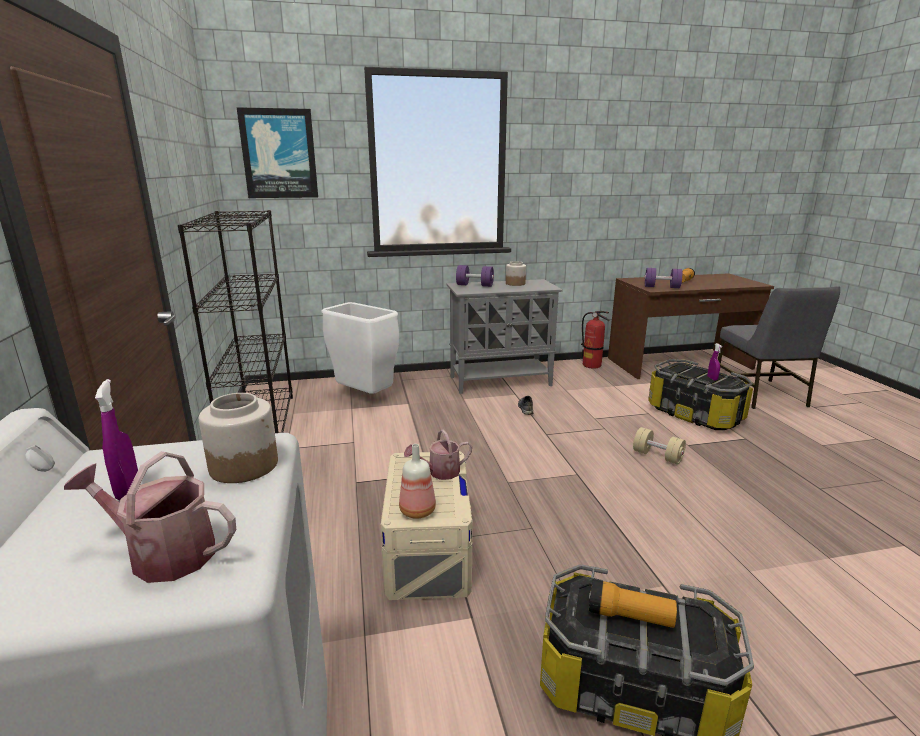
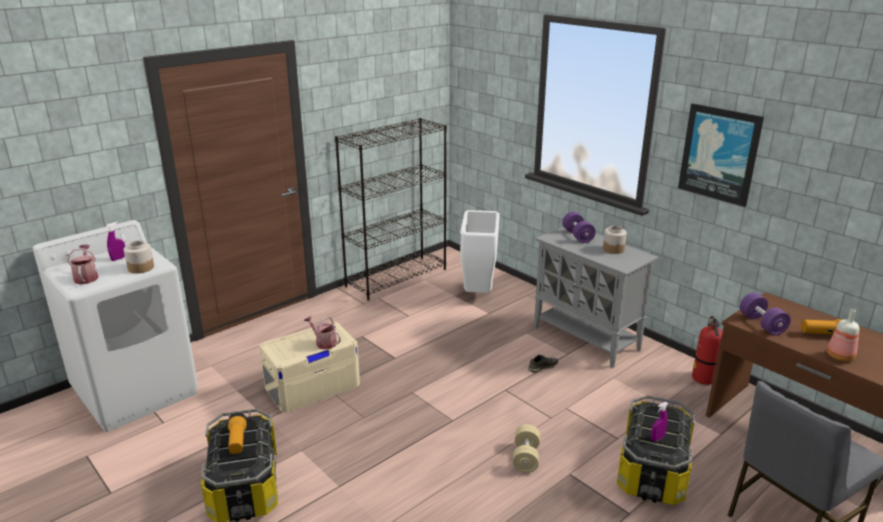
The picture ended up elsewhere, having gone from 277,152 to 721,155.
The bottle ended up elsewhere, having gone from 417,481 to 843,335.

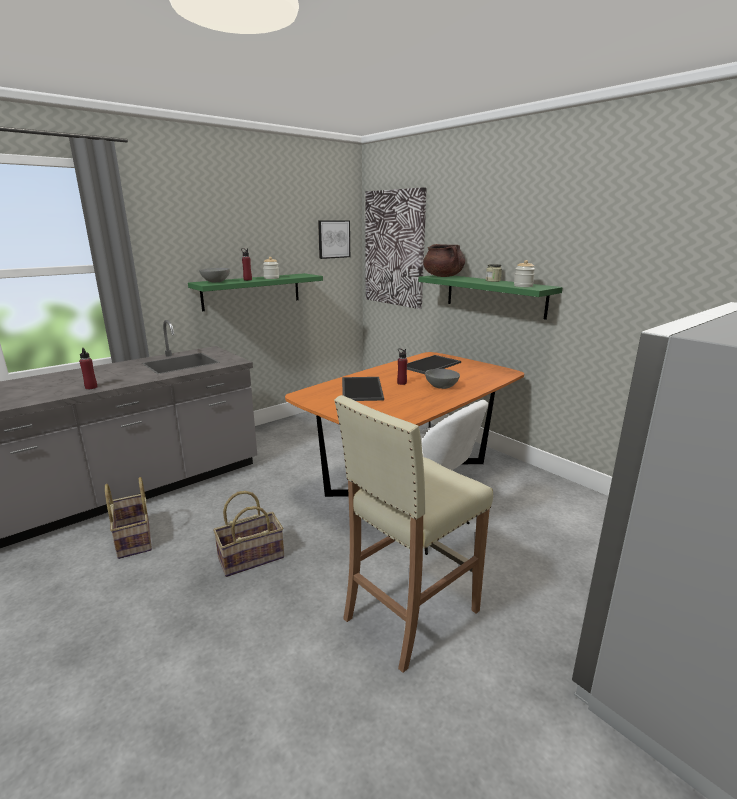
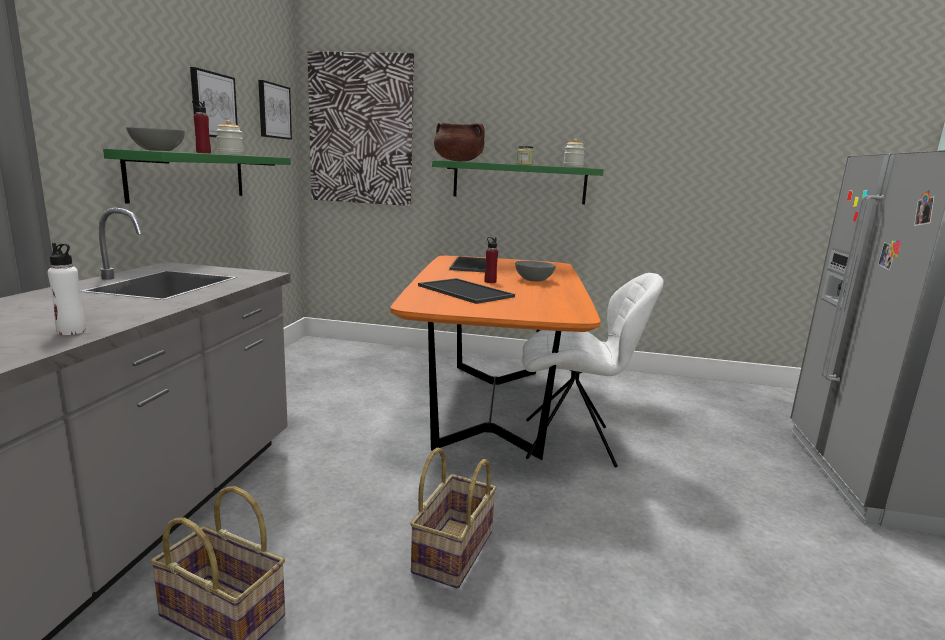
What was the red bottle at 88,368 turned into the white bottle at 67,289.
The second view lost the beige stool at 413,534.
The second view gained the picture at 214,102.

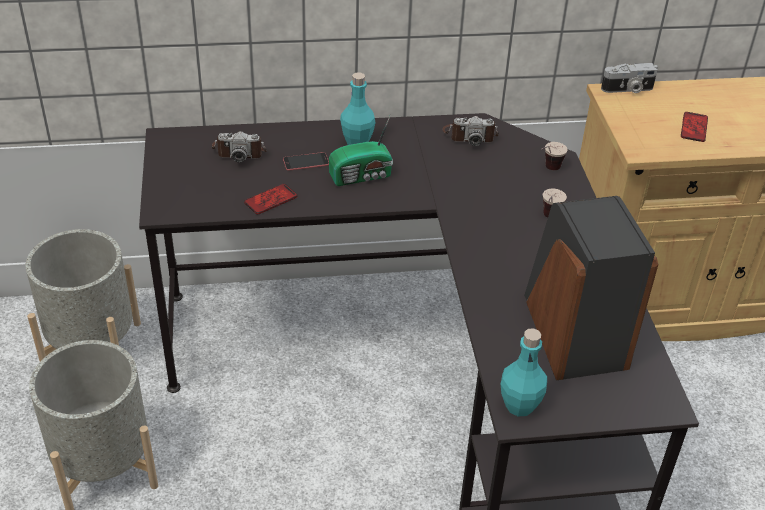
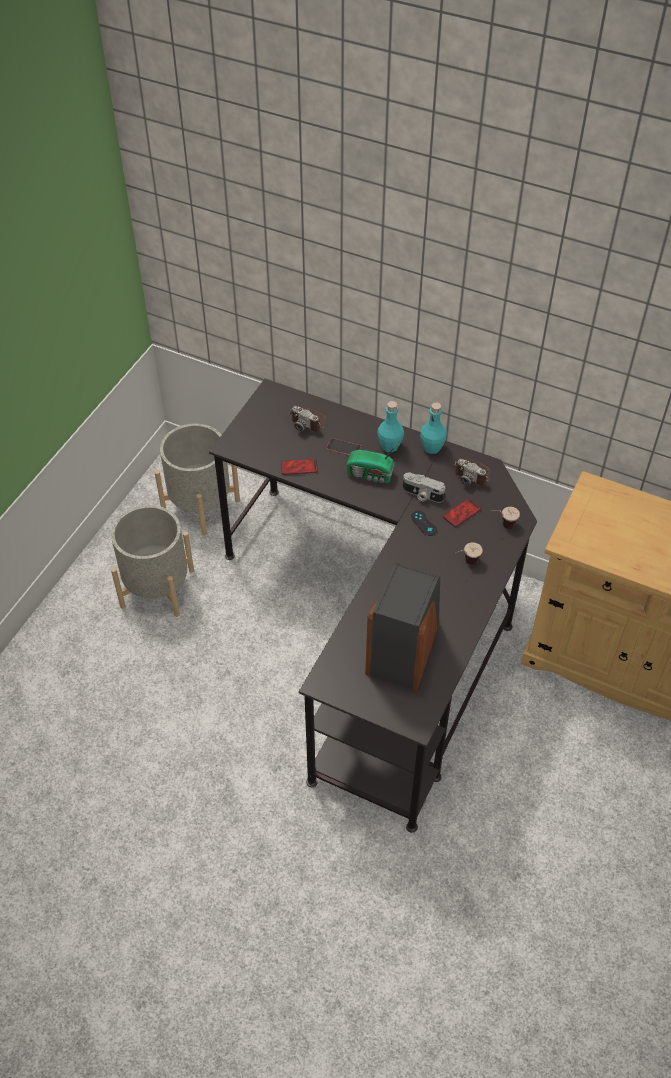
The turquoise bottle ended up elsewhere, having gone from 524,372 to 433,428.
The photo camera ended up elsewhere, having gone from 629,78 to 424,488.
The phone ended up elsewhere, having gone from 694,127 to 462,513.
The second view gained the black game controller at 424,523.

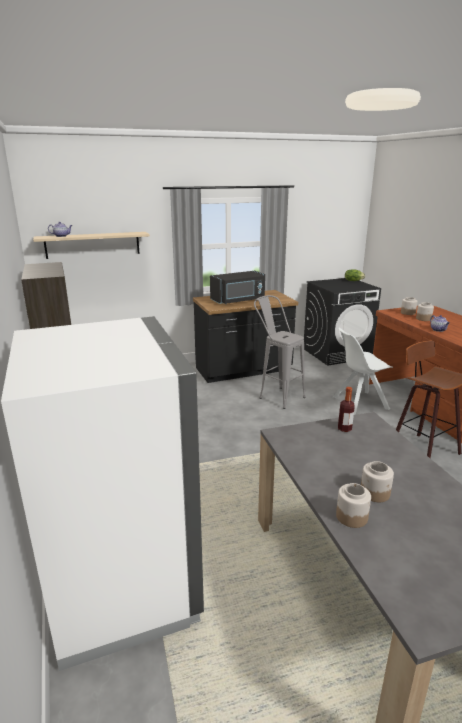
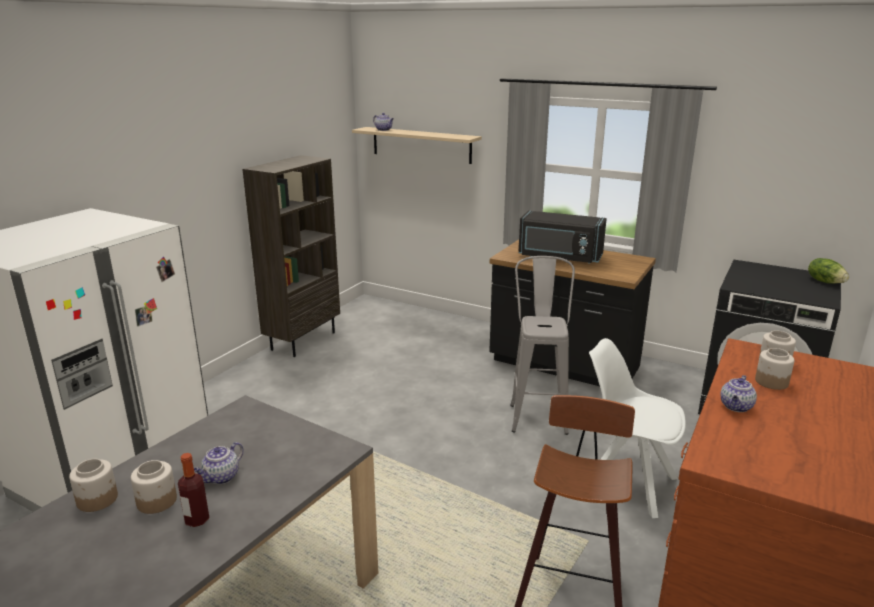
The bottle ended up elsewhere, having gone from 346,409 to 194,490.
The second view gained the teapot at 219,463.

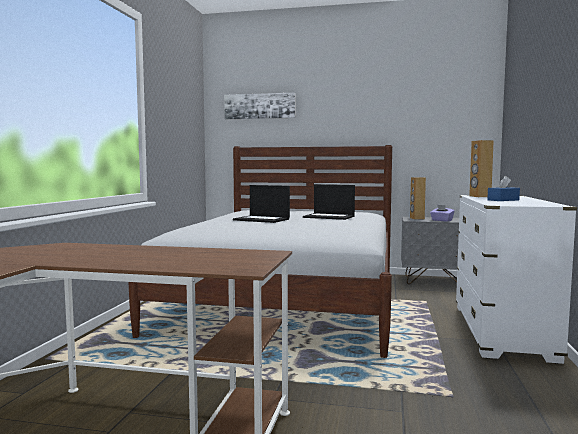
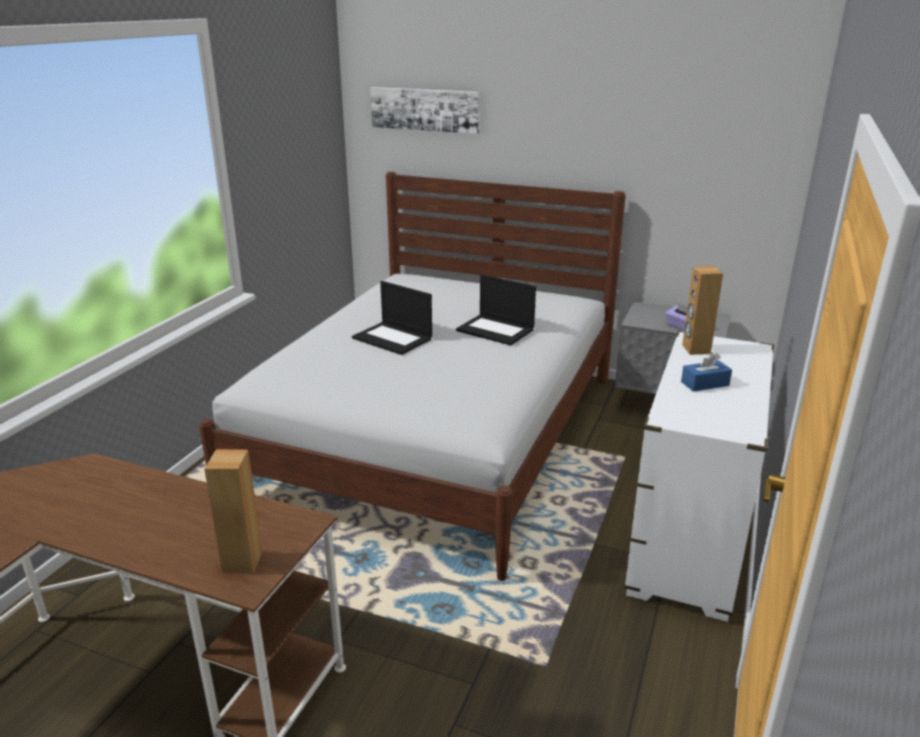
The brown speaker ended up elsewhere, having gone from 418,198 to 233,511.

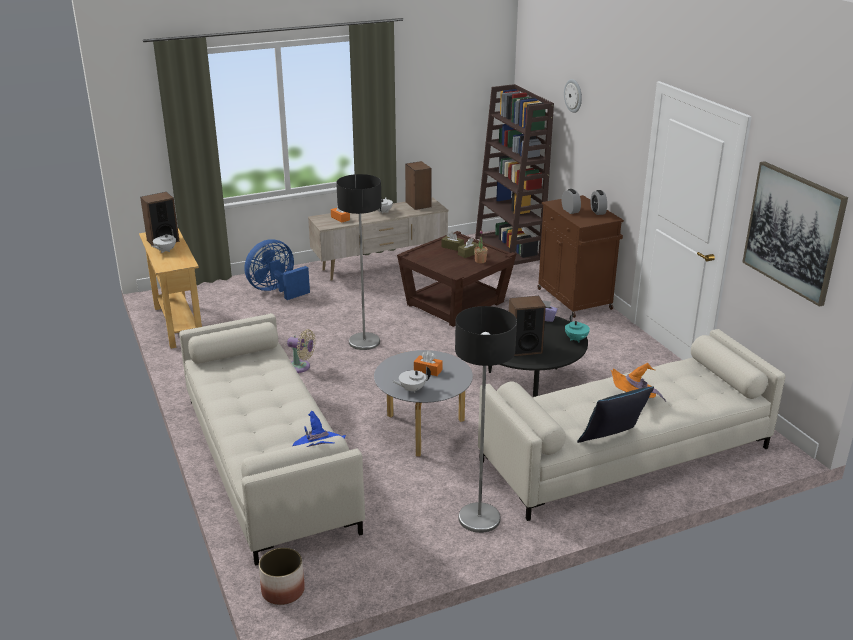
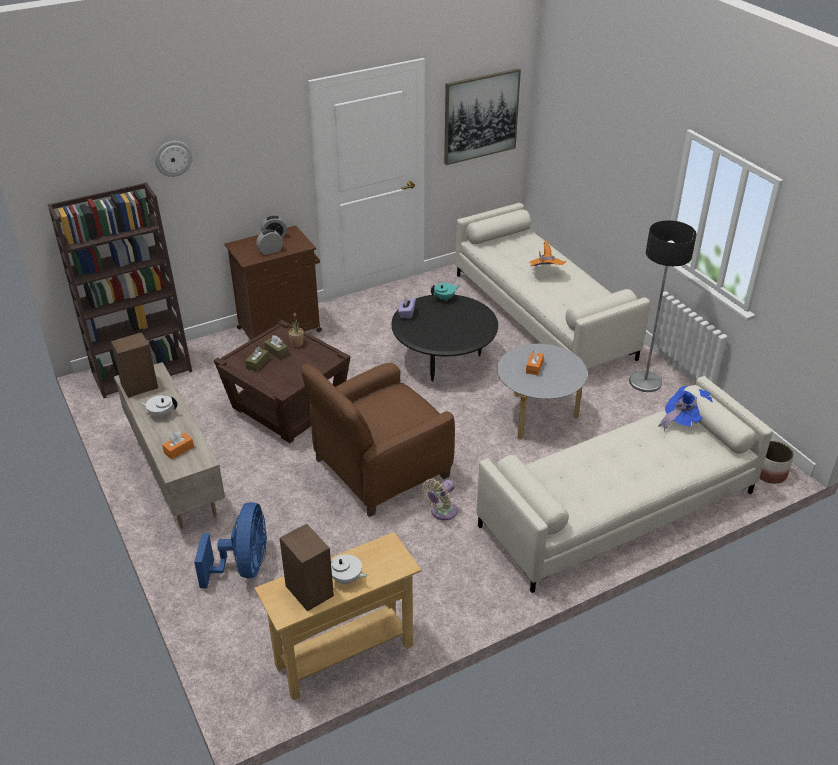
The blue fan at 277,269 ended up facing another way, 135 degrees counterclockwise from before.
The beige fan at 301,351 ended up facing another way, 150 degrees counterclockwise from before.
Where the floor lamp stood at 359,262, the brown armchair came to stand at 378,440.
The second view lost the white teapot at 411,379.
The second view lost the speaker at 527,326.
The second view lost the blue pillow at 615,414.

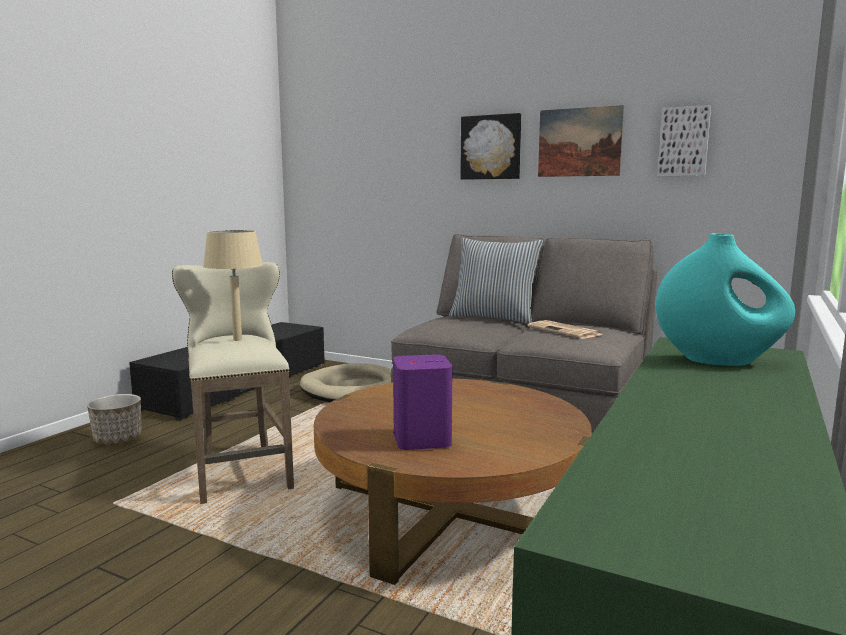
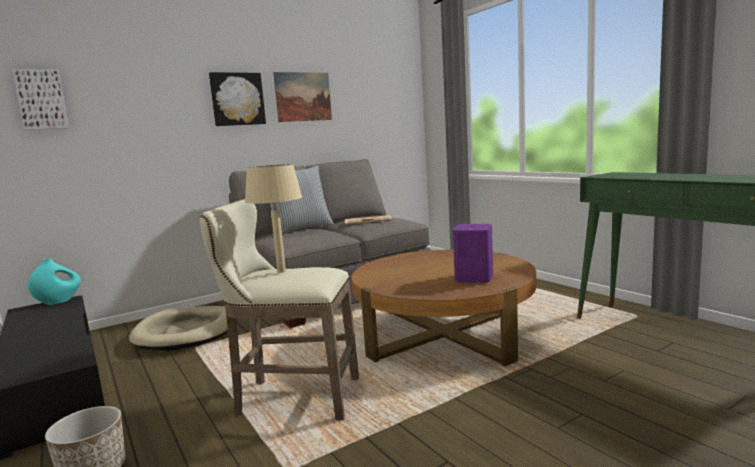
The turquoise vase ended up elsewhere, having gone from 725,299 to 54,281.
The picture ended up elsewhere, having gone from 684,140 to 40,99.

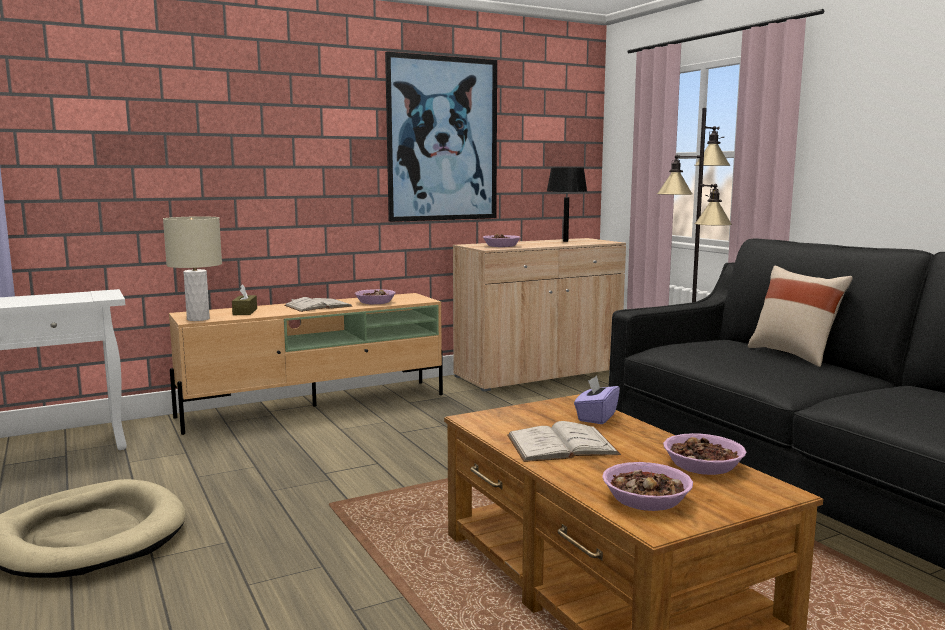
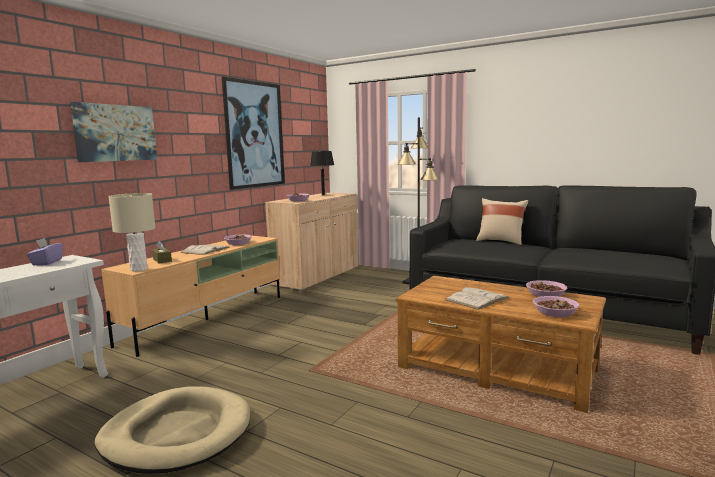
The purple tissue box ended up elsewhere, having gone from 597,399 to 45,251.
The second view gained the picture at 113,132.

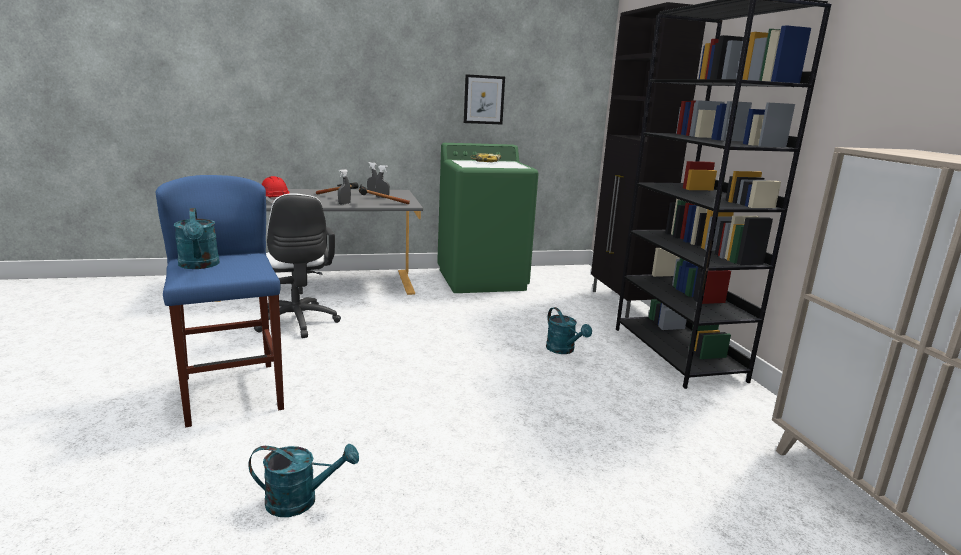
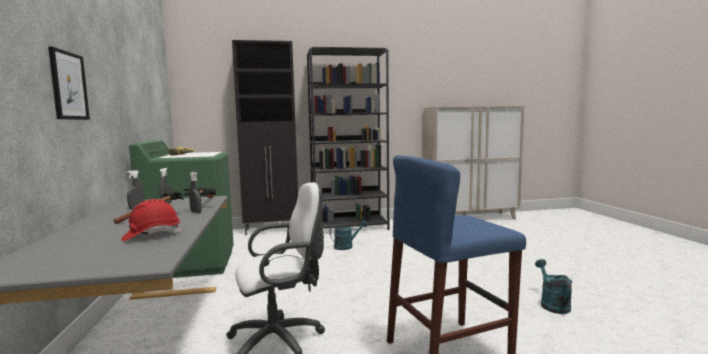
The second view lost the turquoise watering can at 197,238.
The picture ended up elsewhere, having gone from 484,99 to 69,83.

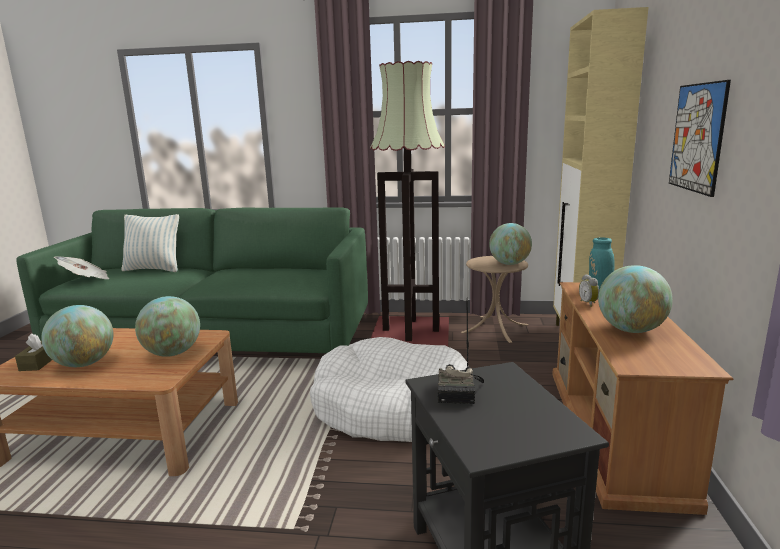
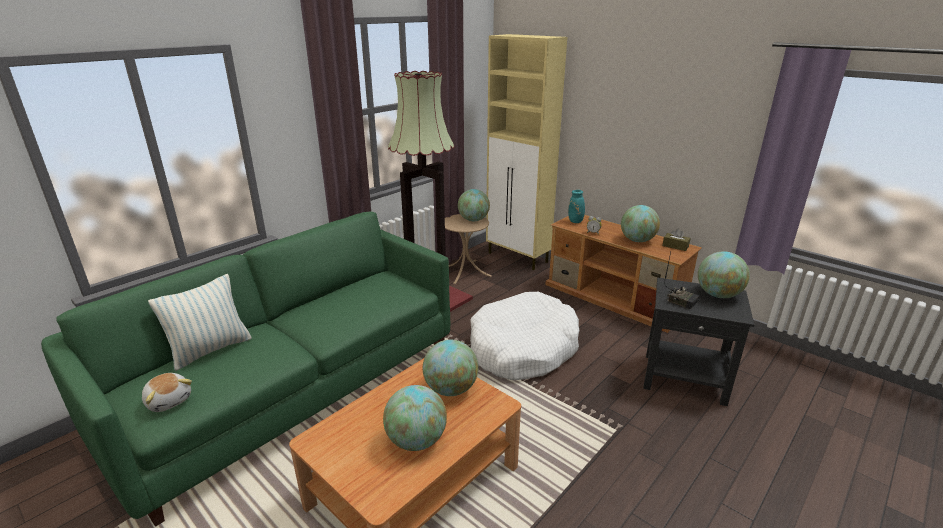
The brown tissue box ended up elsewhere, having gone from 33,352 to 676,240.
Where the newspaper stood at 81,267, the plush toy came to stand at 167,392.
The second view lost the picture at 700,138.
The second view gained the globe at 724,274.

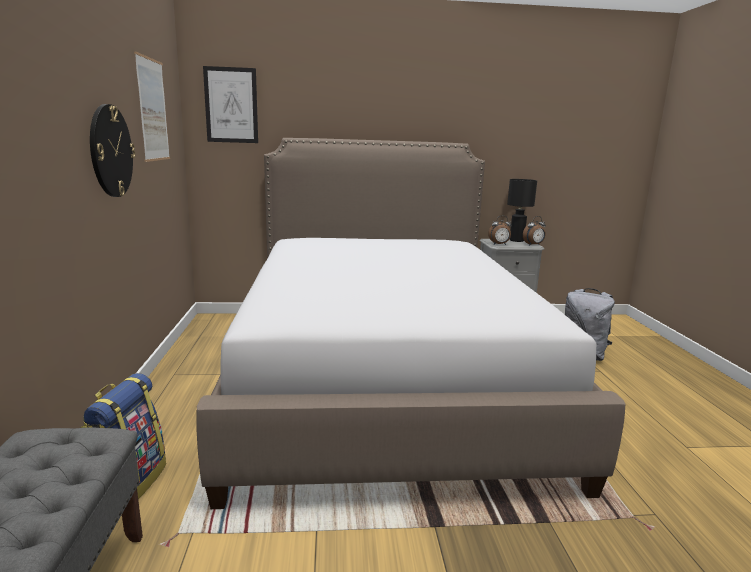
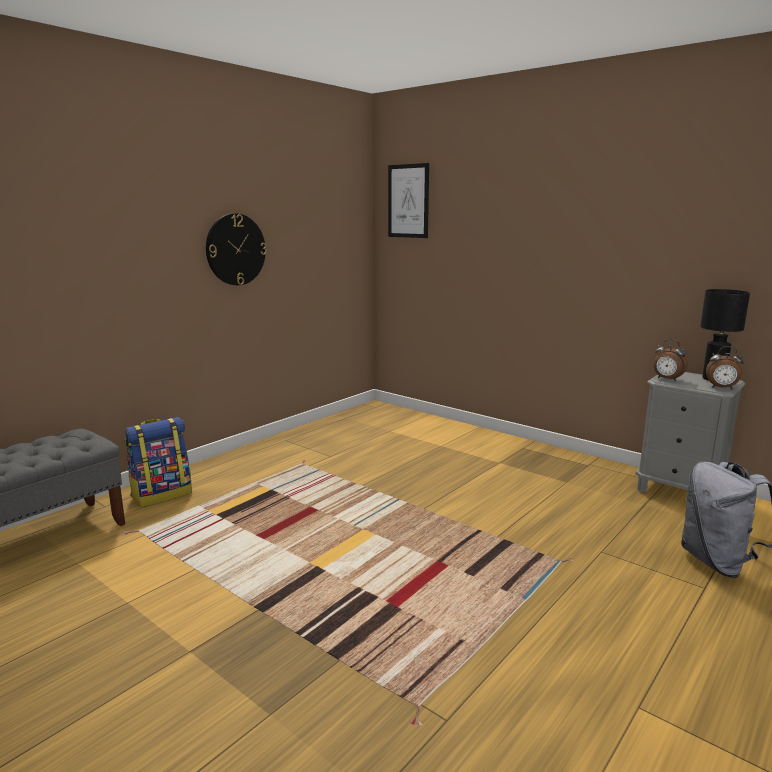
The second view lost the picture at 152,107.
The second view lost the bed at 410,323.

